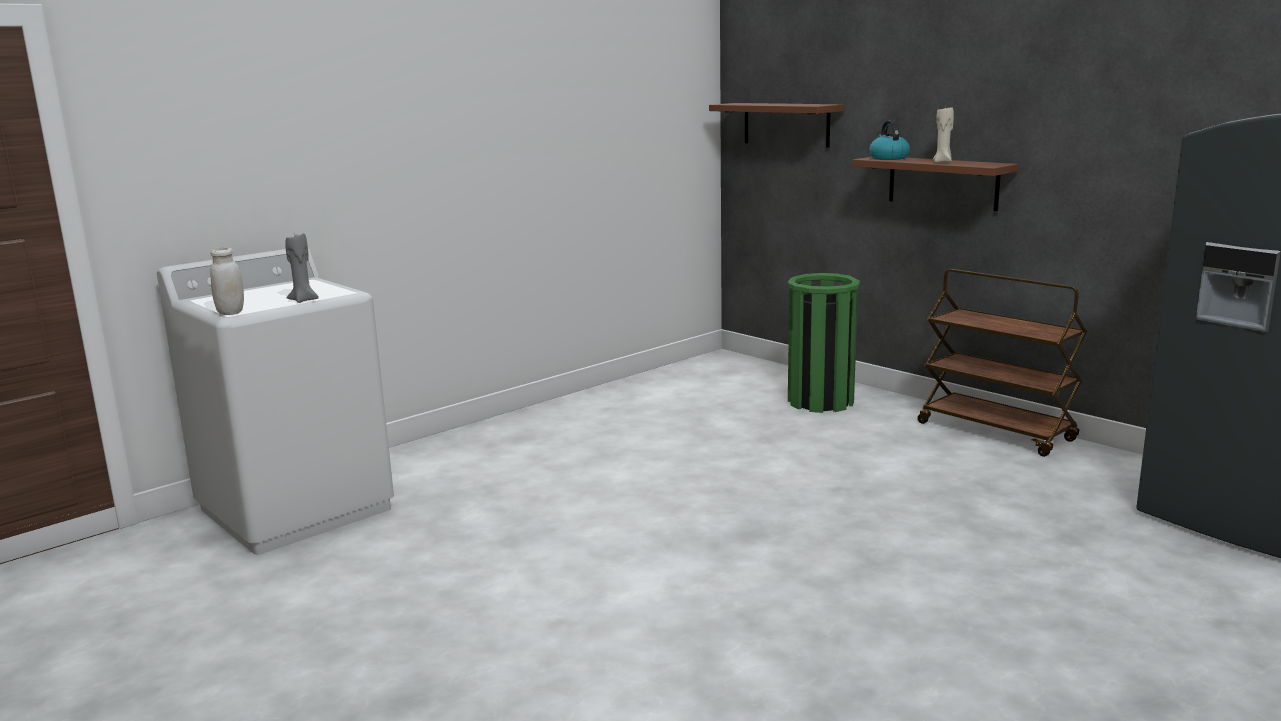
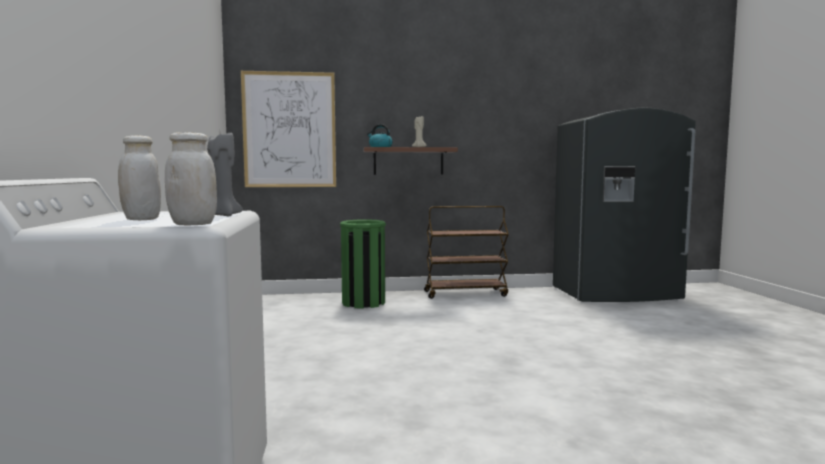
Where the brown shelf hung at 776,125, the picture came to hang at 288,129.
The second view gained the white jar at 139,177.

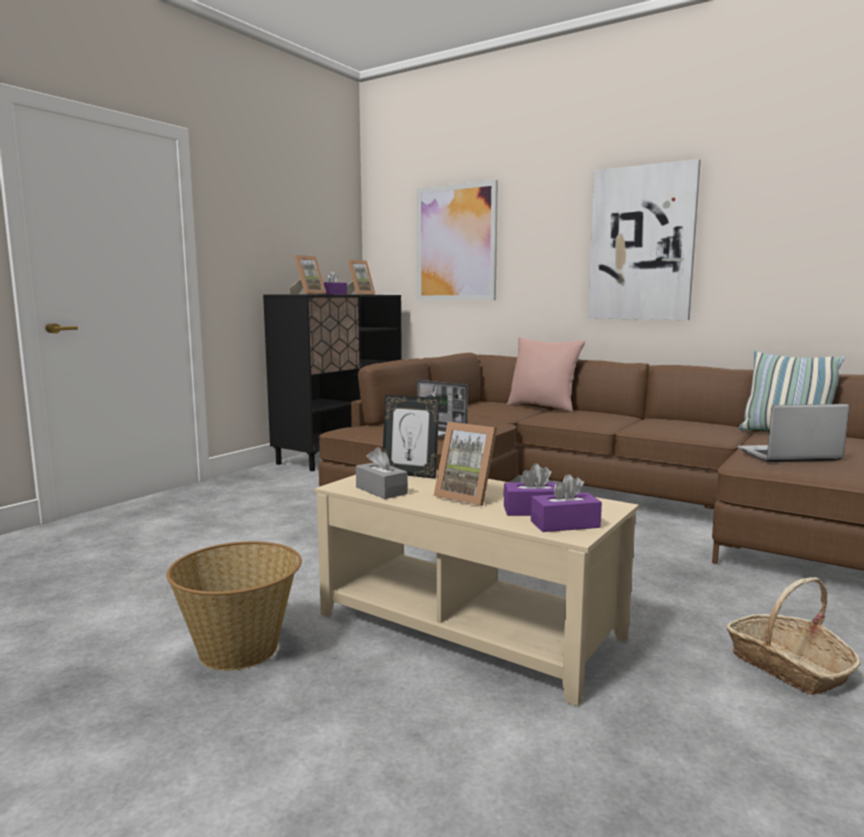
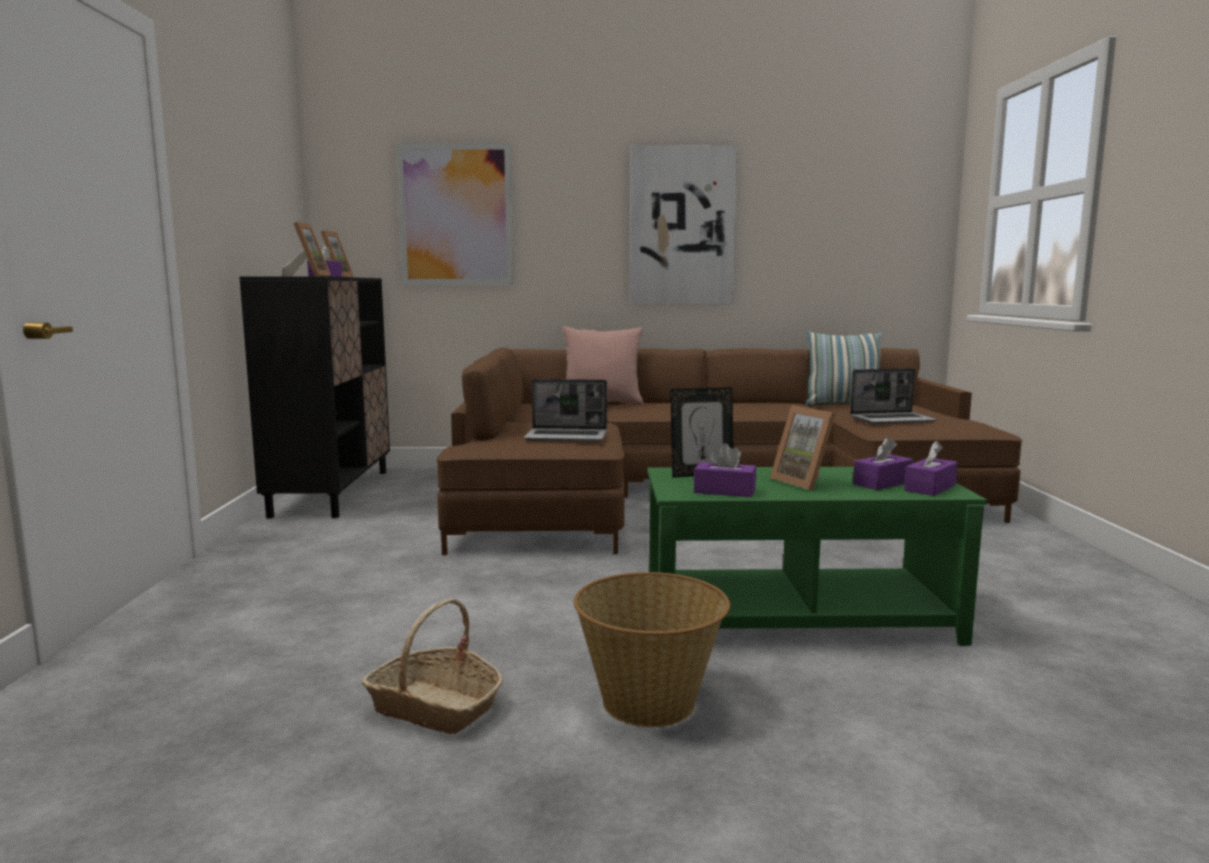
What was the beige coffee table at 477,588 turned into the green coffee table at 817,556.
What was the grey tissue box at 382,473 turned into the purple tissue box at 725,470.
The picture frame at 465,464 ended up facing another way, 60 degrees clockwise from before.
The basket ended up elsewhere, having gone from 793,636 to 432,666.
The laptop at 793,433 ended up facing another way, 150 degrees counterclockwise from before.

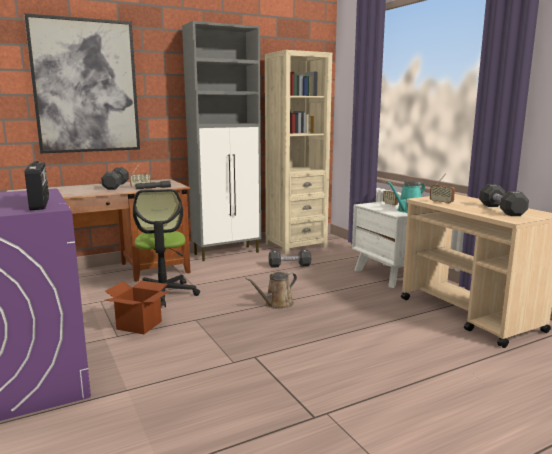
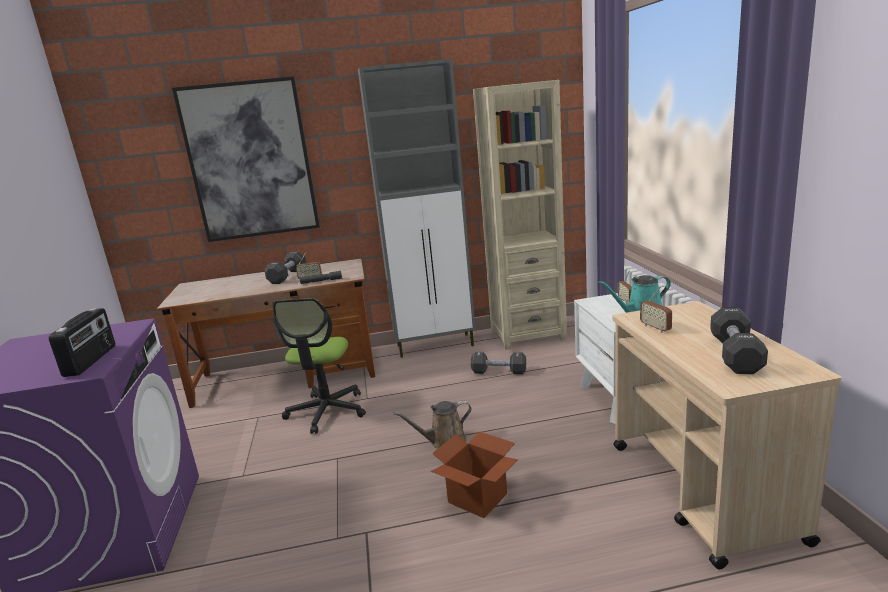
The cardboard box ended up elsewhere, having gone from 137,307 to 474,474.

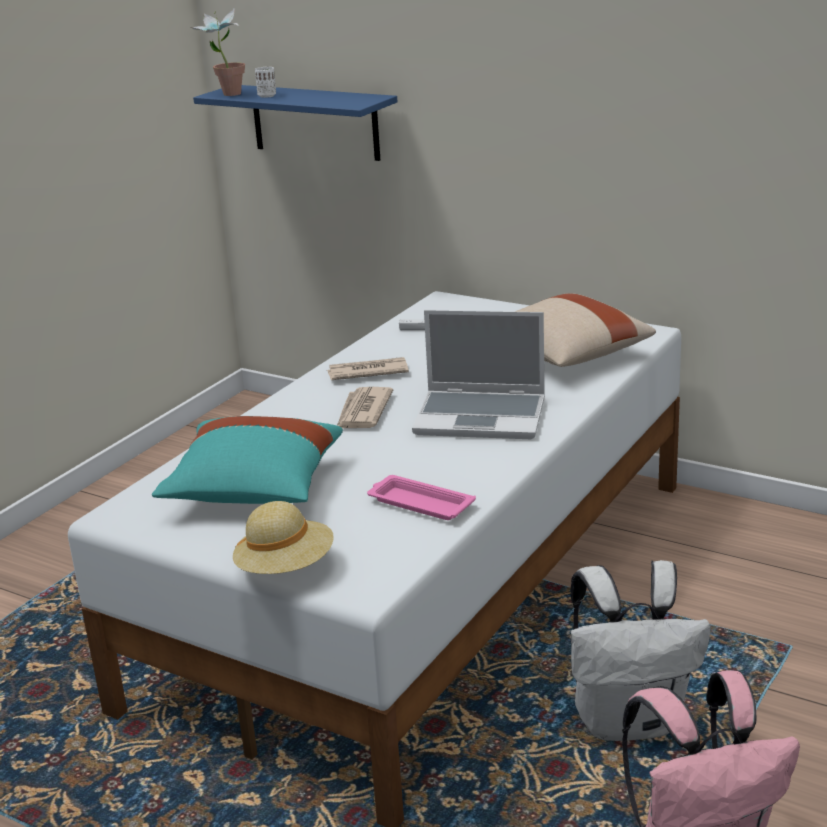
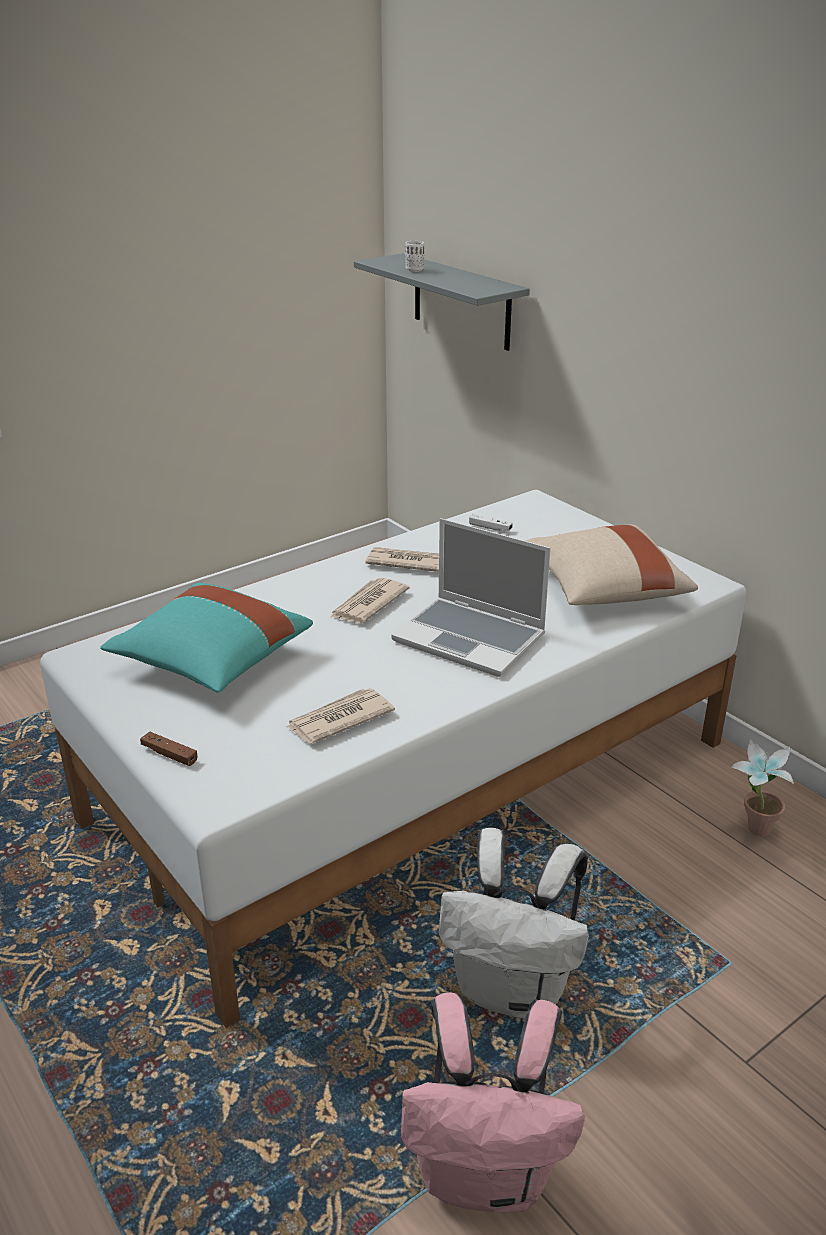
The potted plant ended up elsewhere, having gone from 218,52 to 763,788.
What was the blue shelf at 295,123 turned into the grey shelf at 442,302.
Where the beige hat stood at 283,537, the brown game controller came to stand at 168,749.
Where the pink tray stood at 421,497, the newspaper came to stand at 340,716.

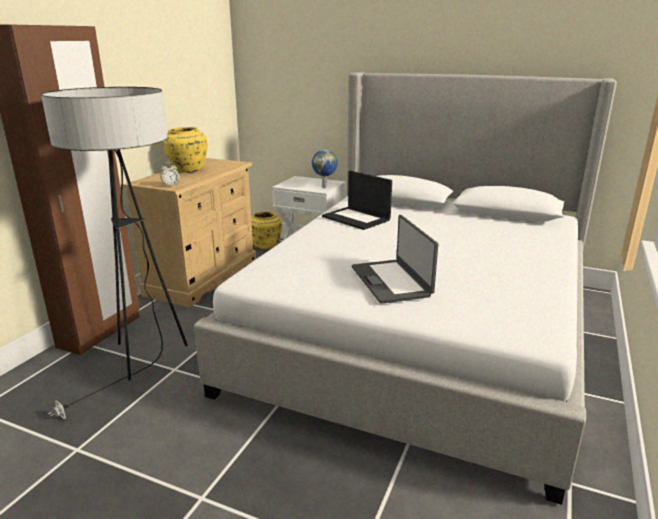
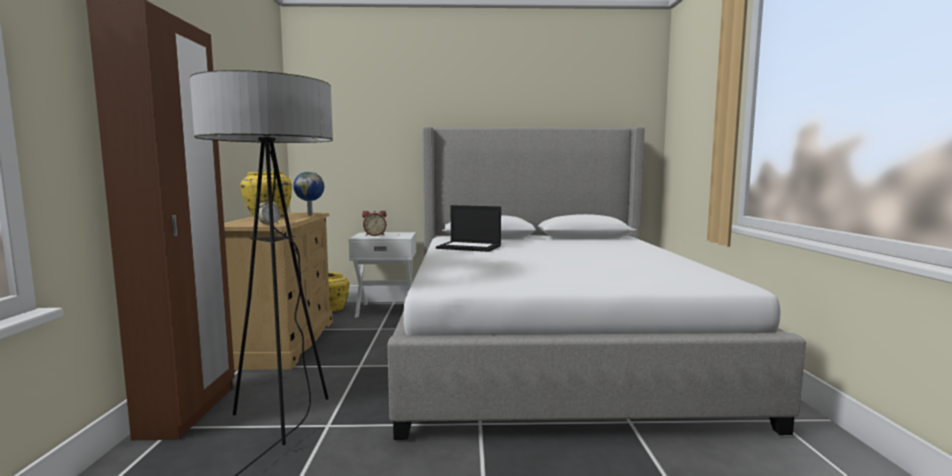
The globe ended up elsewhere, having gone from 325,169 to 308,193.
The second view lost the laptop at 395,259.
The second view gained the alarm clock at 374,223.

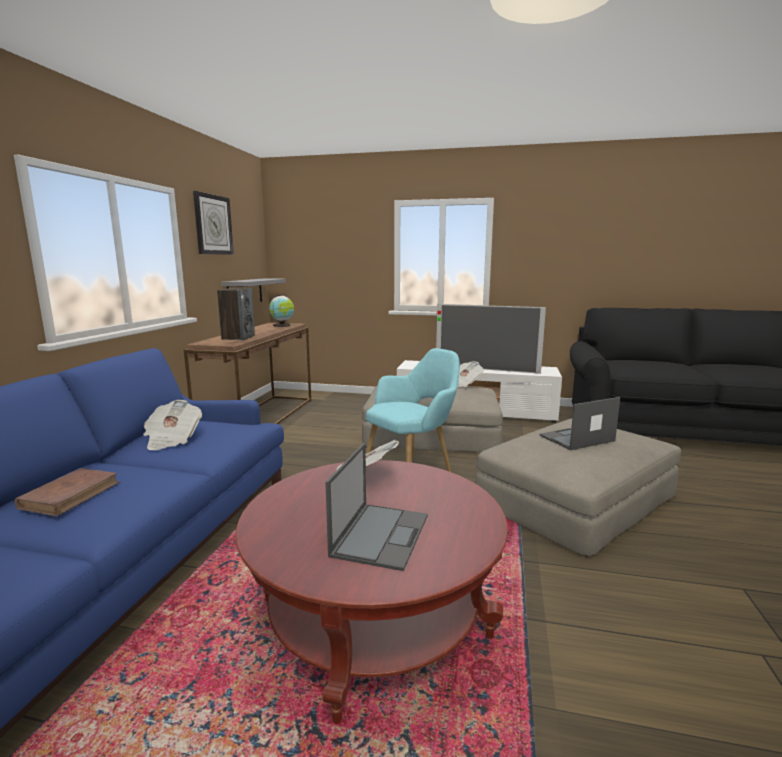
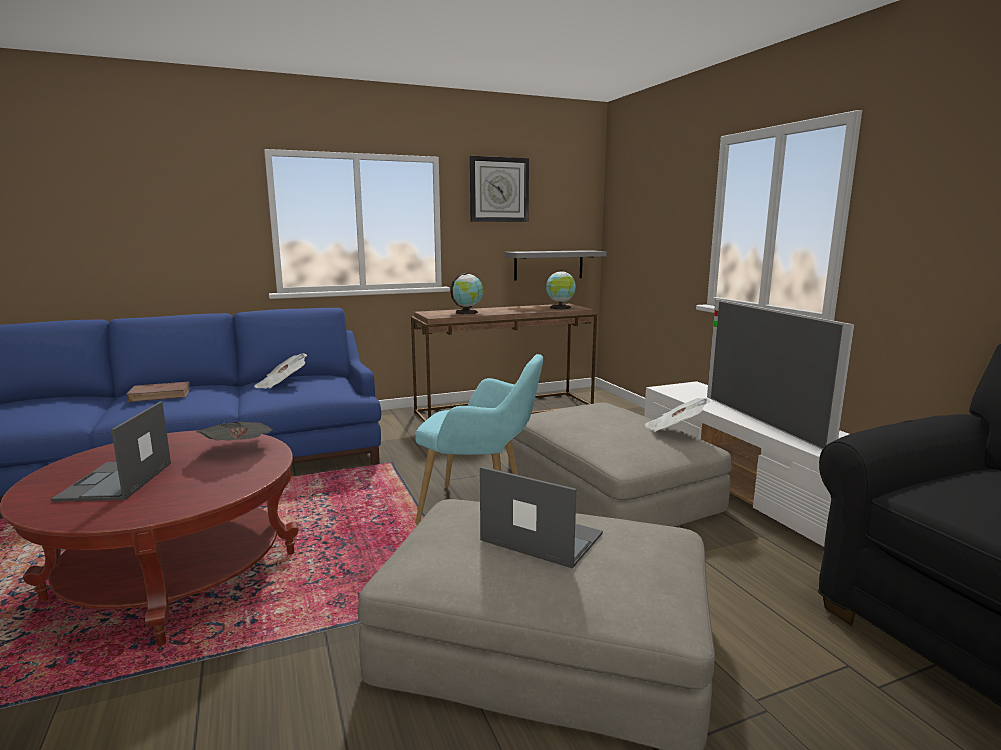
Where the speaker stood at 236,314, the globe came to stand at 466,293.
The laptop at 376,507 ended up facing another way, 105 degrees clockwise from before.

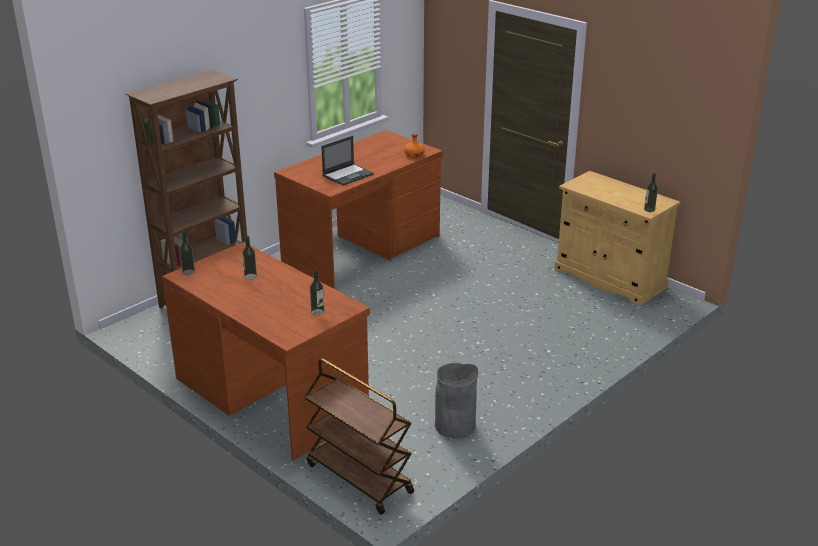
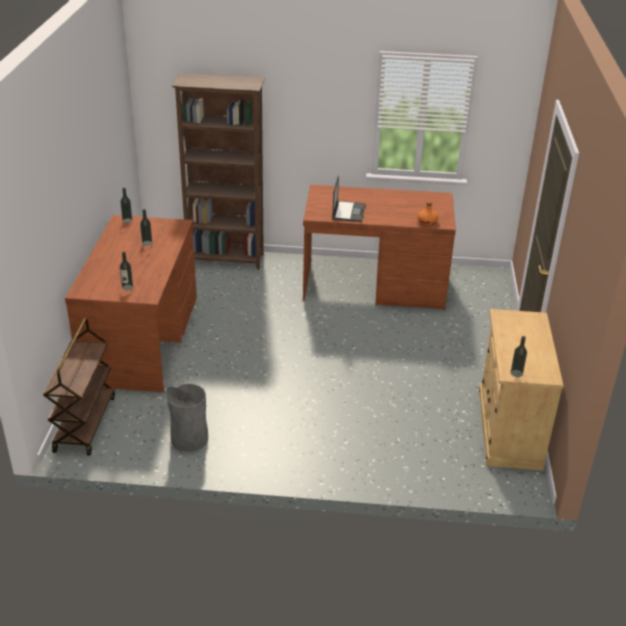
The laptop at 347,161 ended up facing another way, 90 degrees counterclockwise from before.

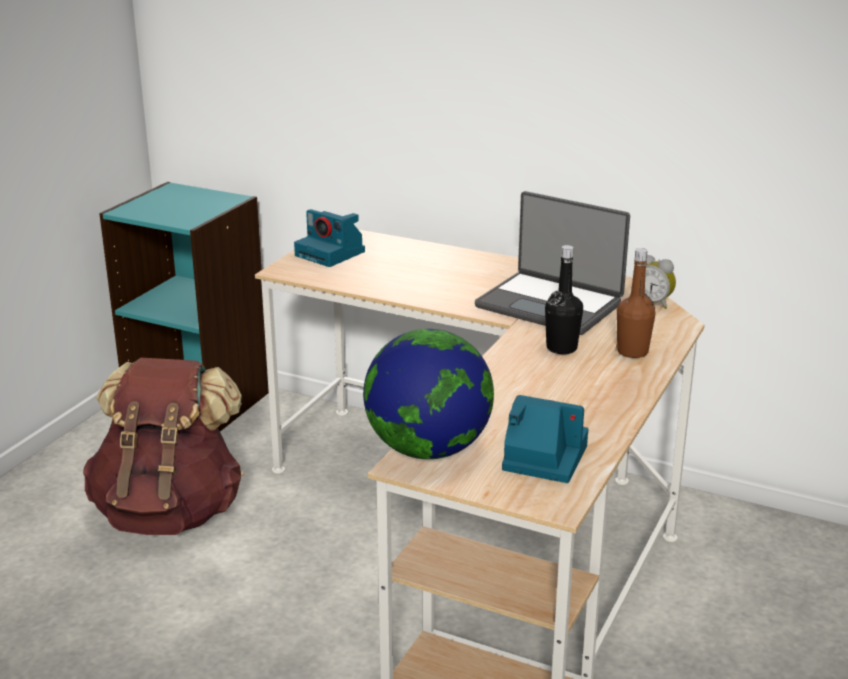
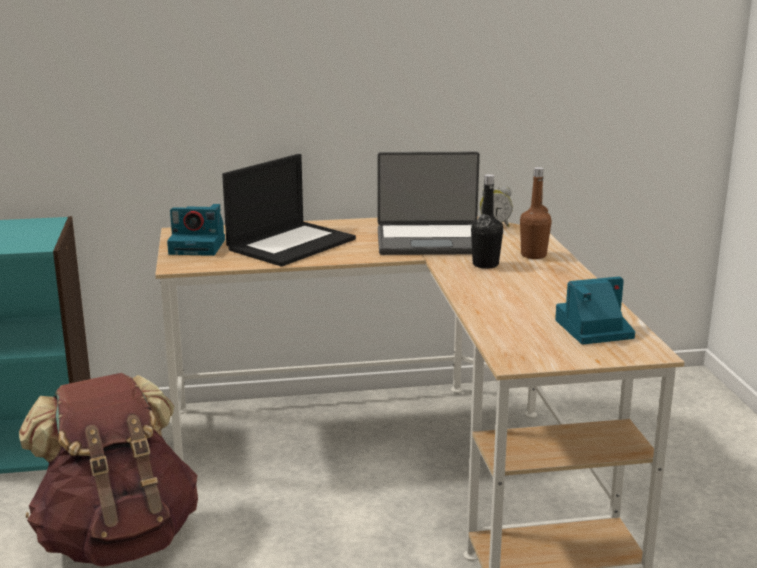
The second view lost the globe at 428,394.
The second view gained the laptop at 289,210.

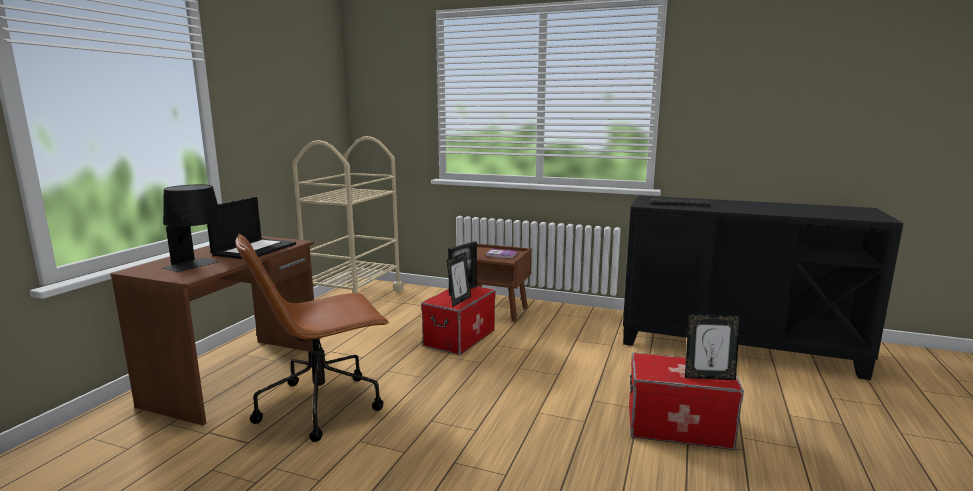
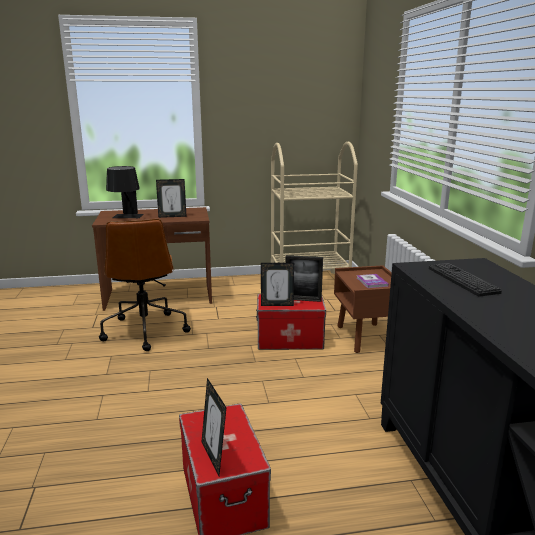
Where the laptop stood at 251,228, the picture frame came to stand at 171,198.
The brown office chair at 312,338 ended up facing another way, 135 degrees counterclockwise from before.

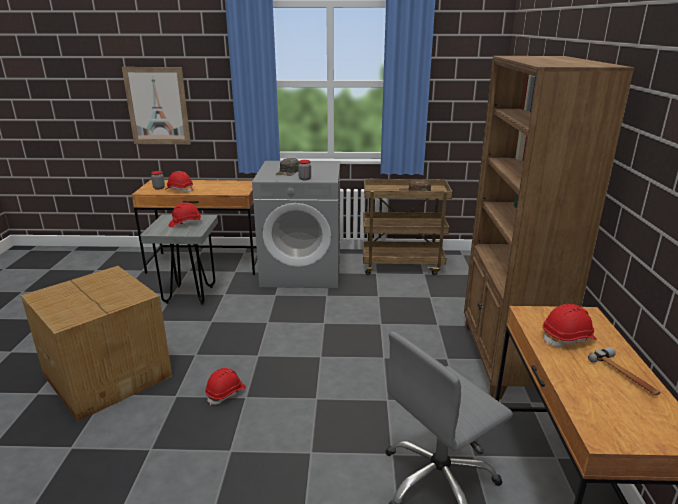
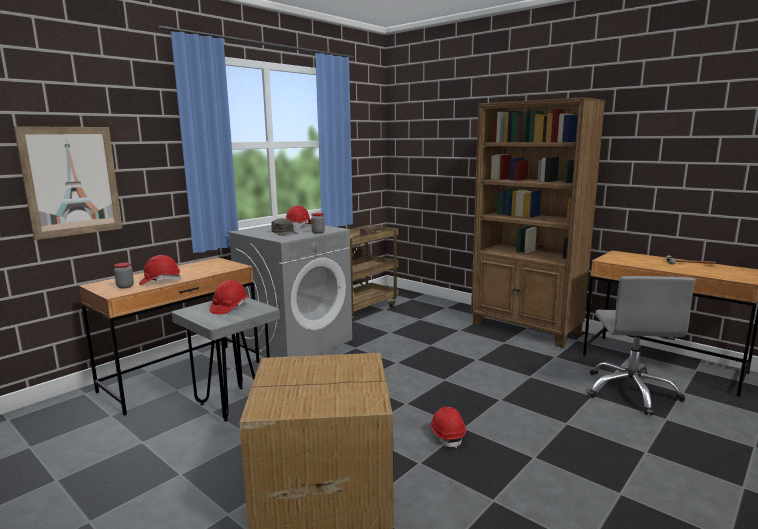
The red hard hat ended up elsewhere, having gone from 570,325 to 298,217.

